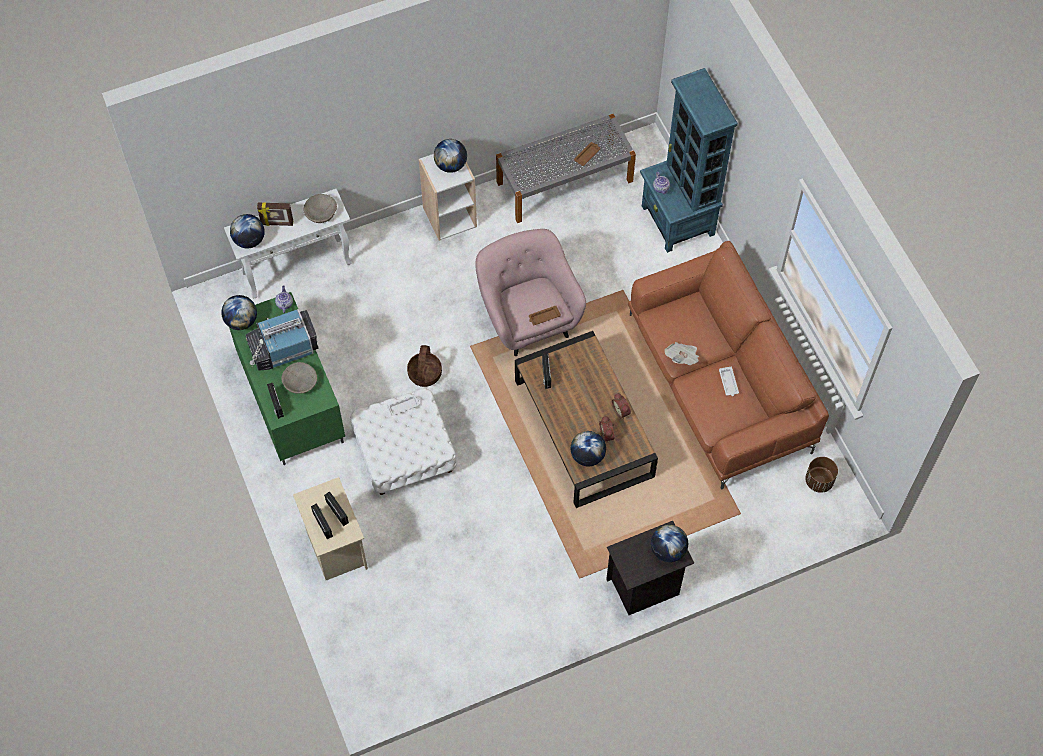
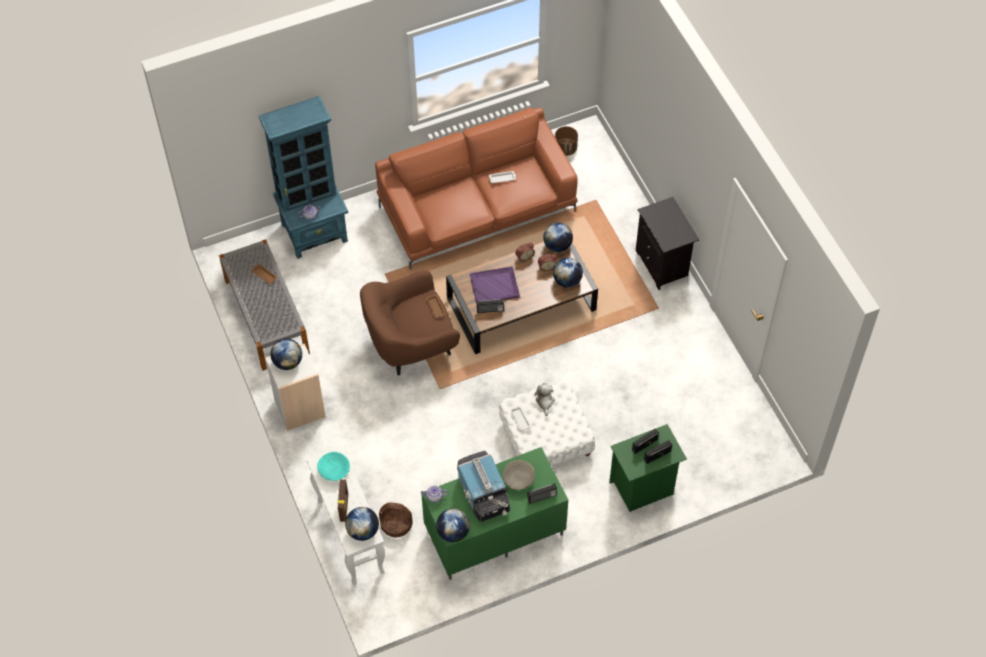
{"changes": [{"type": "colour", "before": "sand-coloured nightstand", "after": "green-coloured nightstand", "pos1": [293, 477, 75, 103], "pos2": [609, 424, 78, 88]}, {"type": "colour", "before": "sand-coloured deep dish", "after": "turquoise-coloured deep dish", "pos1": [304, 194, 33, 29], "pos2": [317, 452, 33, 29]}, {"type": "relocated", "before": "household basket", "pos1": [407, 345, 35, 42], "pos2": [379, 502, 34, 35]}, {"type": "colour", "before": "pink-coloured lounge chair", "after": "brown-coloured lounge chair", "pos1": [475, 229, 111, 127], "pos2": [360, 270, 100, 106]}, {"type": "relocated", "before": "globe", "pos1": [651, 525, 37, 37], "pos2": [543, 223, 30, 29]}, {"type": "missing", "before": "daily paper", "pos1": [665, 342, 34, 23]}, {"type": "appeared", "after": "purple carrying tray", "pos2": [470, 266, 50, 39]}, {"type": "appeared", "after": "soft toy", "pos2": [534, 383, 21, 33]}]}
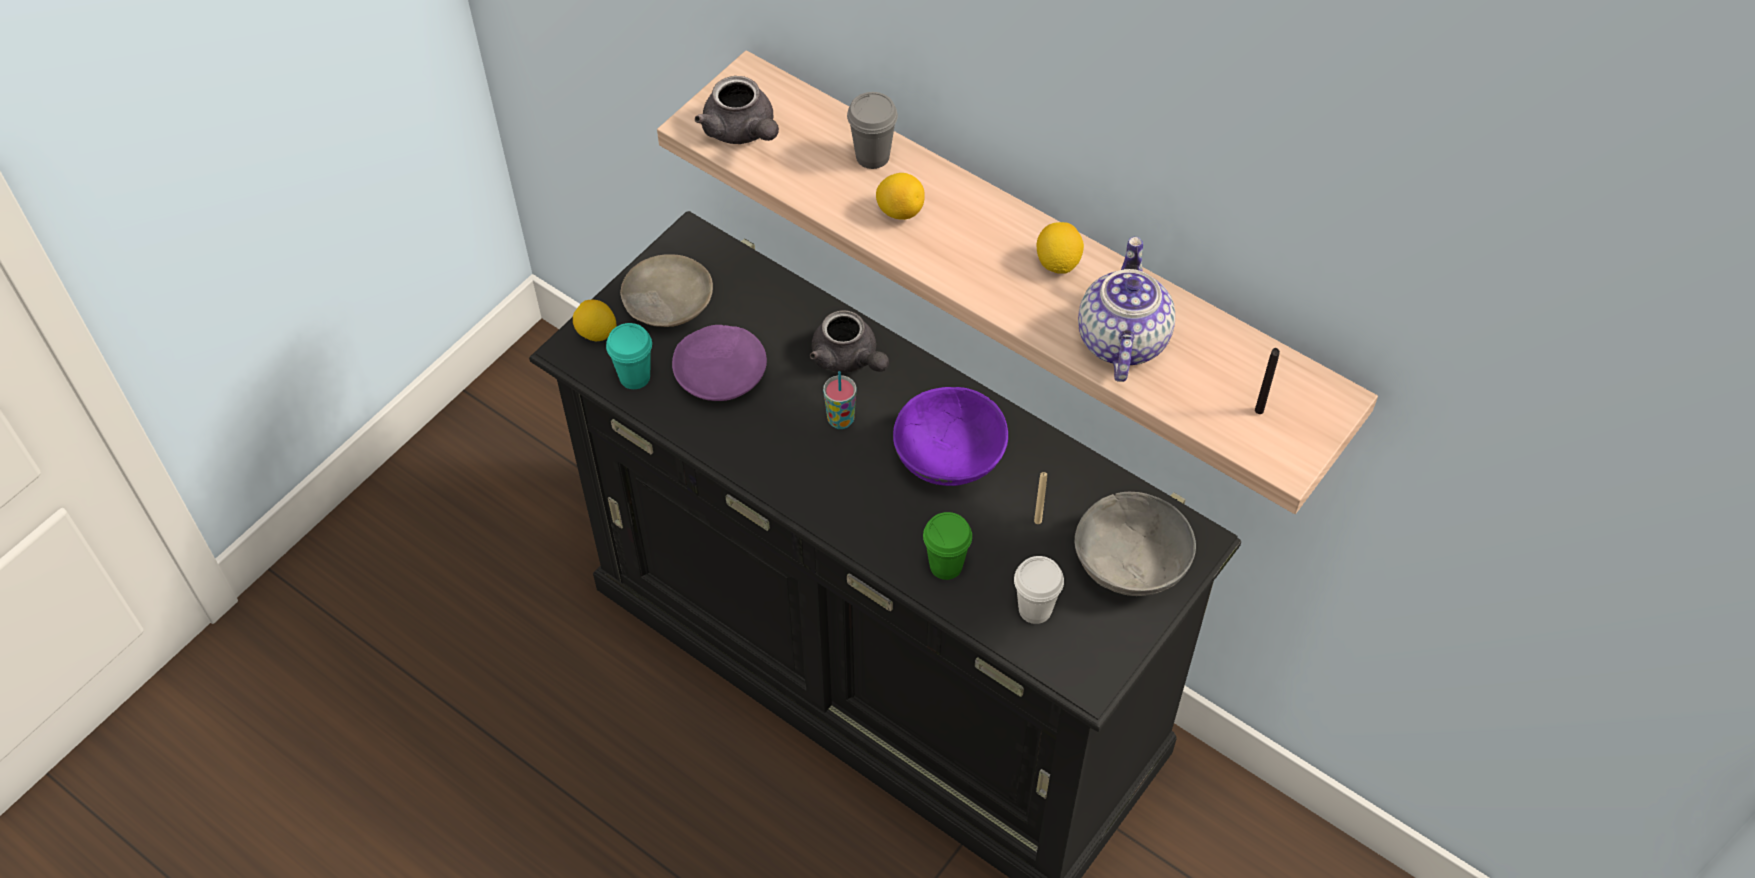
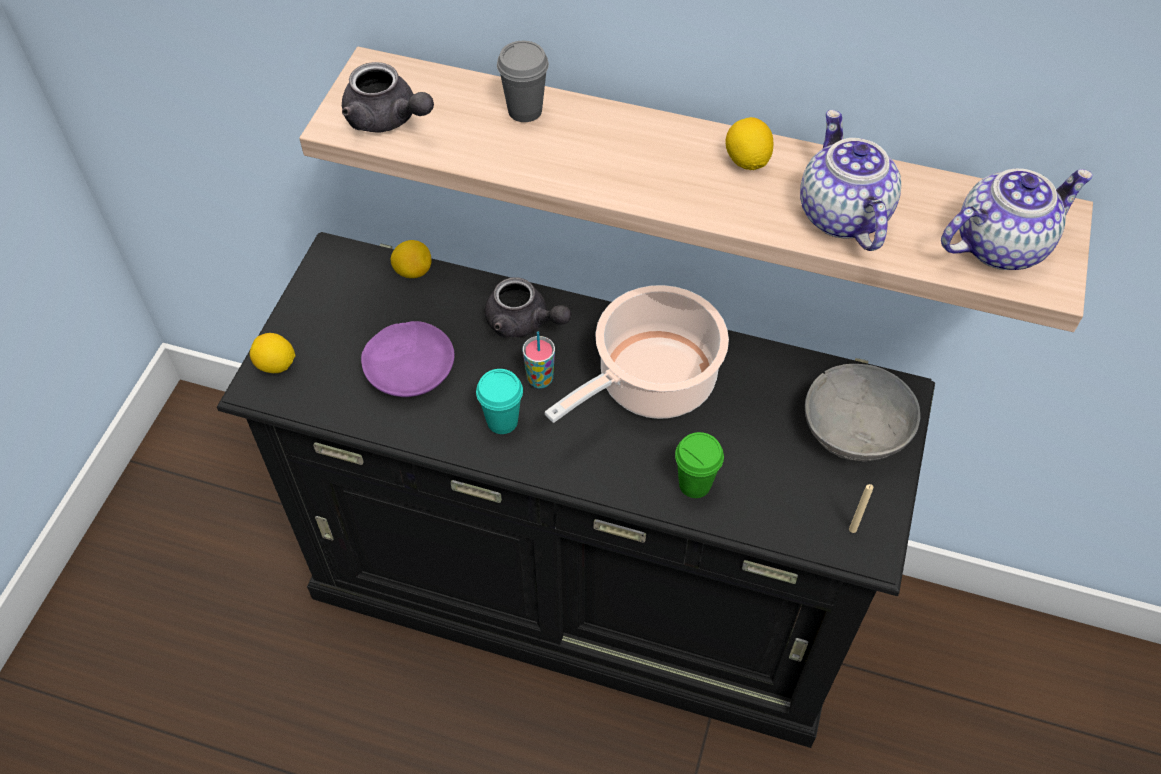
{"changes": [{"type": "relocated", "before": "turquoise-coloured drinking cup", "pos1": [606, 323, 46, 66], "pos2": [476, 369, 47, 65]}, {"type": "missing", "before": "sand-coloured plate", "pos1": [620, 254, 93, 73]}, {"type": "relocated", "before": "lemon", "pos1": [876, 173, 49, 47], "pos2": [391, 240, 40, 38]}, {"type": "exchanged", "before": "purple deep dish", "after": "stockpot", "pos1": [893, 387, 115, 99], "pos2": [545, 285, 184, 138]}, {"type": "missing", "before": "white drinking cup", "pos1": [1014, 556, 50, 68]}, {"type": "relocated", "before": "sand-coloured wax candle", "pos1": [1034, 472, 13, 52], "pos2": [849, 484, 24, 49]}, {"type": "exchanged", "before": "black-coloured wax candle", "after": "pot for tea", "pos1": [1255, 348, 25, 66], "pos2": [941, 168, 152, 102]}]}
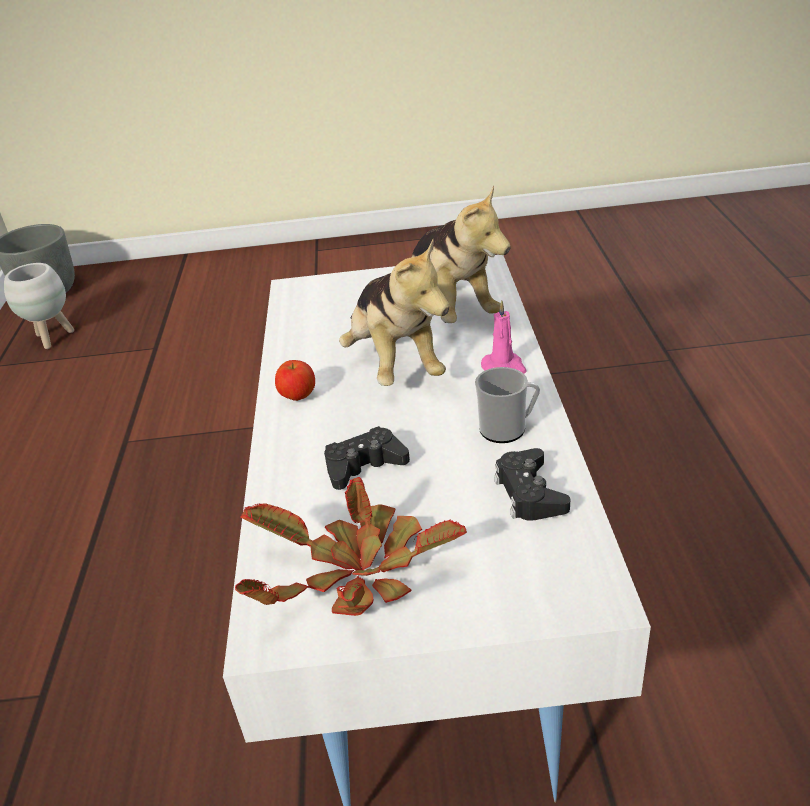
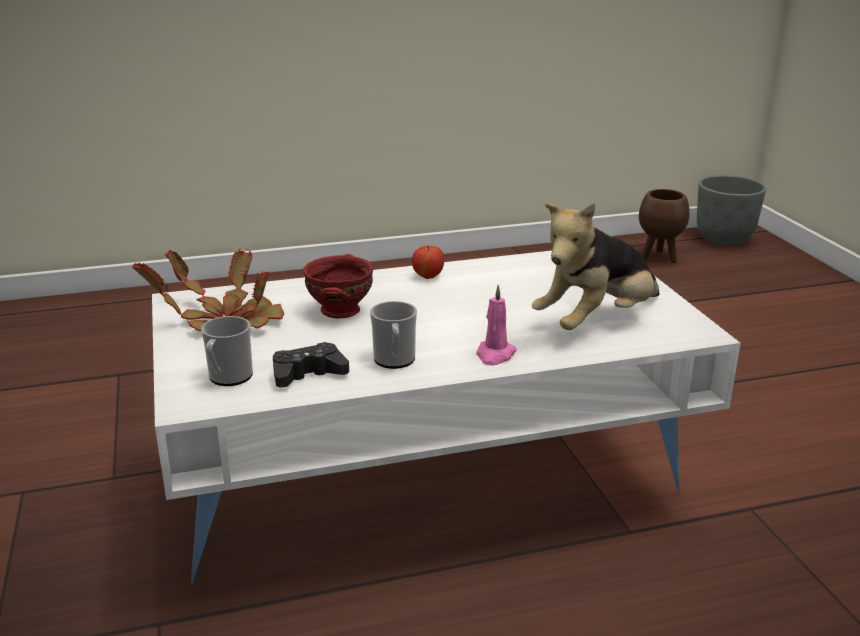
{"changes": [{"type": "colour", "before": "white plant pot", "after": "brown-coloured plant pot", "pos1": [4, 263, 70, 86], "pos2": [639, 189, 51, 74]}, {"type": "exchanged", "before": "black-coloured joypad", "after": "red deep dish", "pos1": [324, 426, 86, 64], "pos2": [303, 254, 70, 64]}, {"type": "missing", "before": "soft toy", "pos1": [339, 239, 110, 147]}, {"type": "appeared", "after": "tea mug", "pos2": [201, 316, 52, 70]}]}
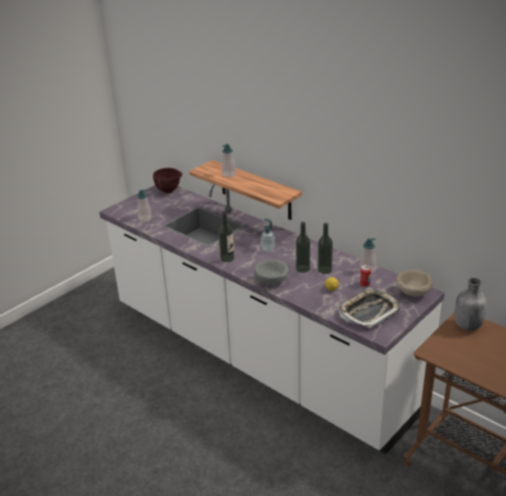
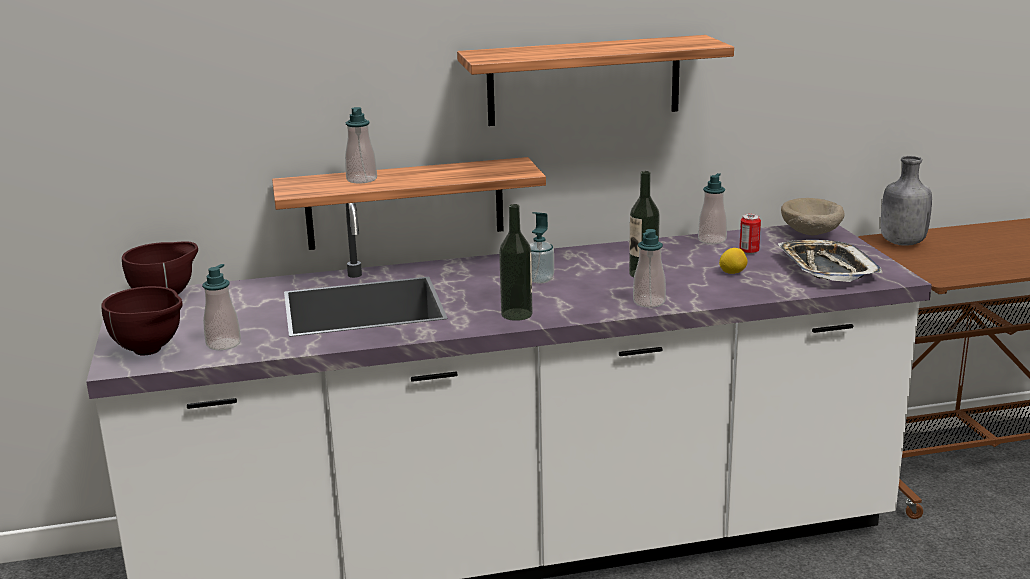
{"changes": [{"type": "exchanged", "before": "gray deep dish", "after": "liquid soap bottle", "pos1": [254, 259, 35, 25], "pos2": [633, 229, 33, 79]}, {"type": "missing", "before": "bottle", "pos1": [318, 223, 15, 51]}, {"type": "appeared", "after": "brown-coloured deep dish", "pos2": [102, 286, 81, 69]}, {"type": "appeared", "after": "wall shelf", "pos2": [457, 35, 277, 91]}]}
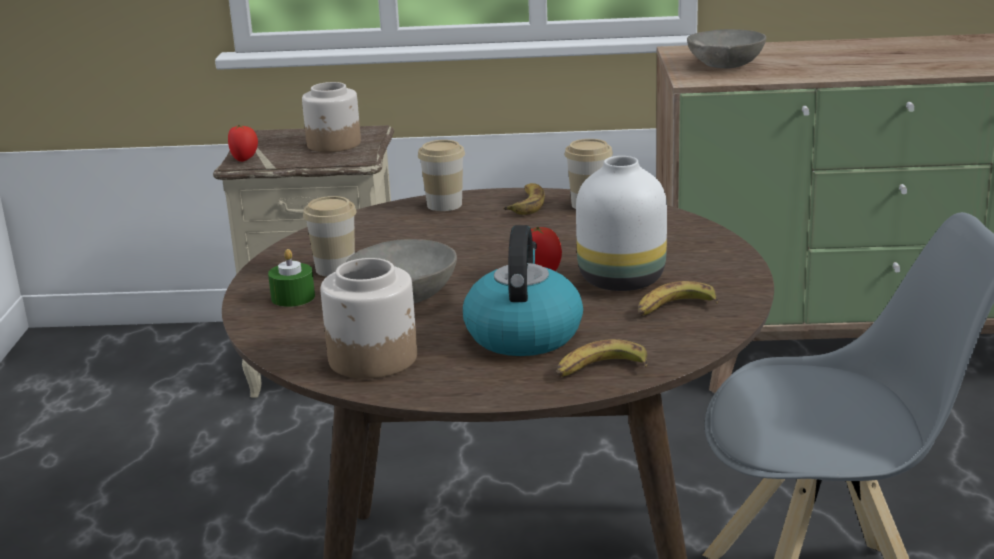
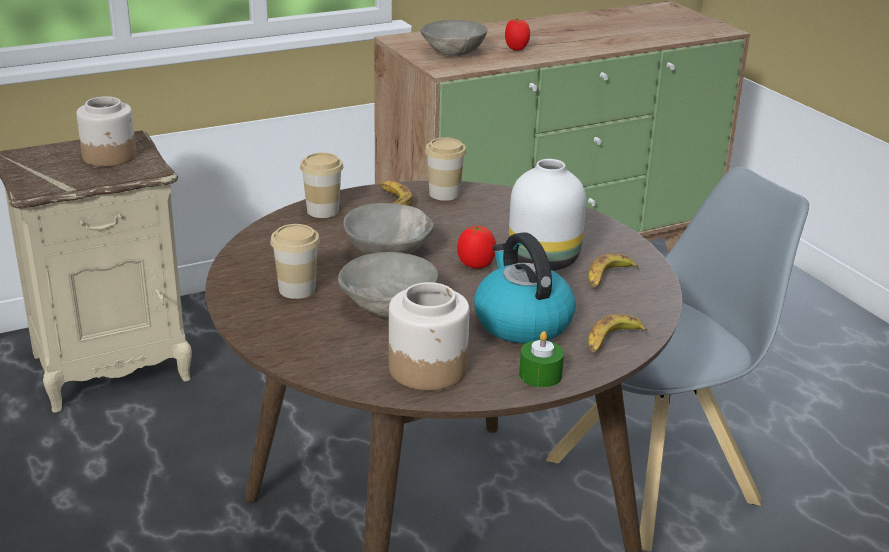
{"changes": [{"type": "relocated", "before": "fresh tomato", "pos1": [228, 125, 30, 37], "pos2": [505, 18, 25, 33]}, {"type": "relocated", "before": "green-coloured wax candle", "pos1": [268, 249, 47, 58], "pos2": [519, 331, 45, 57]}, {"type": "appeared", "after": "gray deep dish", "pos2": [344, 203, 90, 52]}]}
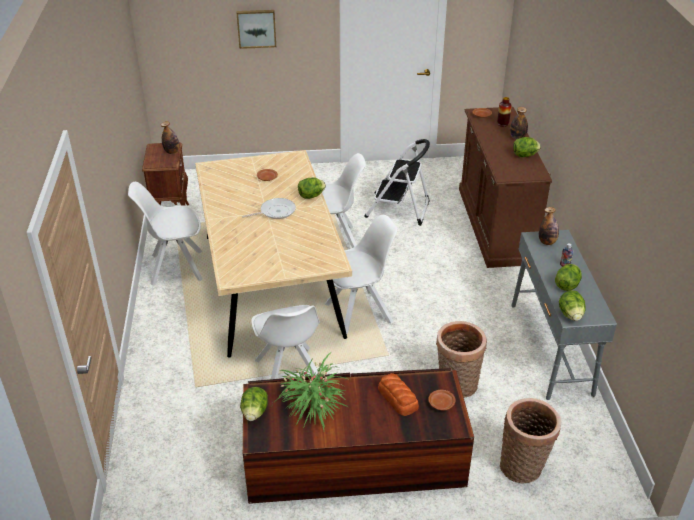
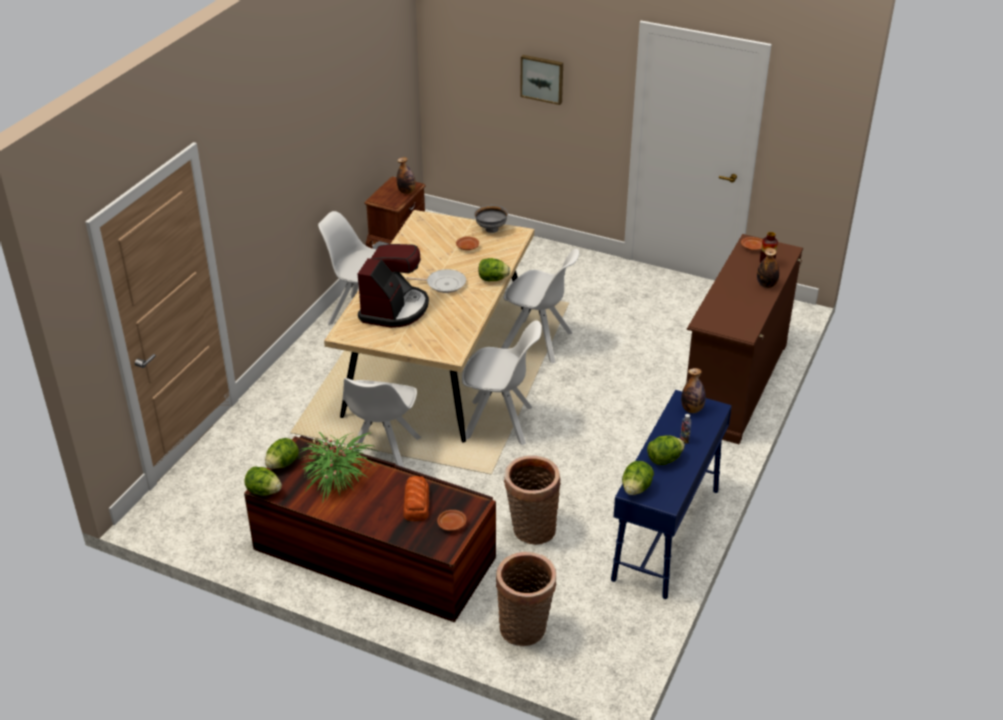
{"changes": [{"type": "missing", "before": "step stool", "pos1": [364, 139, 66, 87]}, {"type": "colour", "before": "gray hall table", "after": "blue hall table", "pos1": [511, 230, 106, 170], "pos2": [611, 390, 121, 209]}, {"type": "relocated", "before": "lettuce head", "pos1": [513, 137, 28, 20], "pos2": [244, 467, 38, 29]}, {"type": "appeared", "after": "coffee brewer", "pos2": [357, 244, 72, 84]}, {"type": "appeared", "after": "gray deep dish", "pos2": [474, 205, 34, 28]}]}
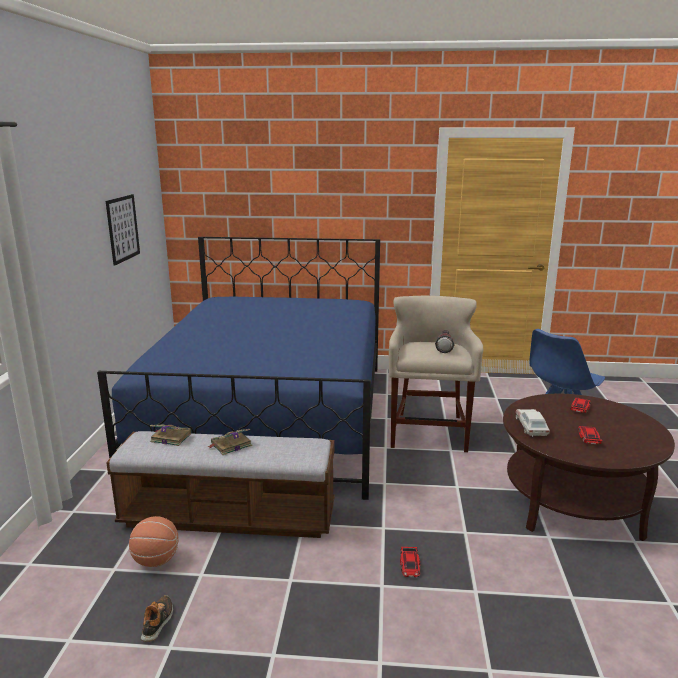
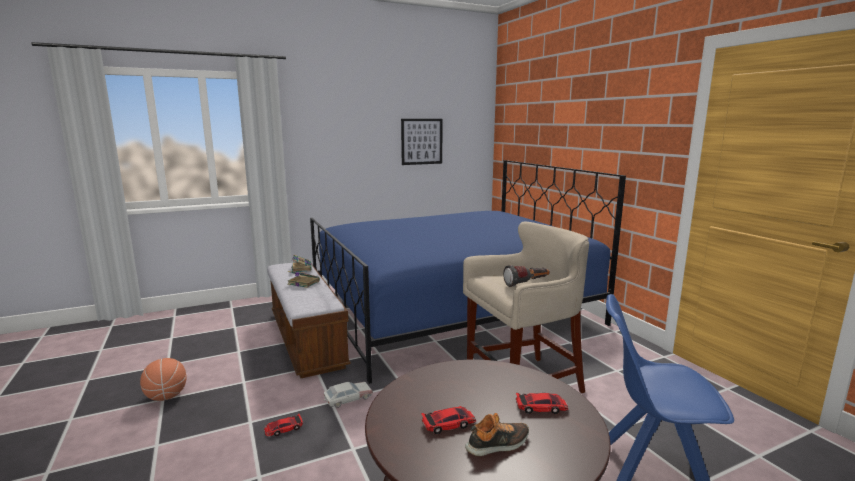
{"changes": [{"type": "relocated", "before": "basketball", "pos1": [129, 516, 50, 51], "pos2": [140, 358, 47, 43]}, {"type": "relocated", "before": "shoe", "pos1": [141, 595, 32, 47], "pos2": [465, 413, 64, 43]}, {"type": "relocated", "before": "miniature car", "pos1": [516, 409, 34, 28], "pos2": [323, 382, 50, 26]}]}
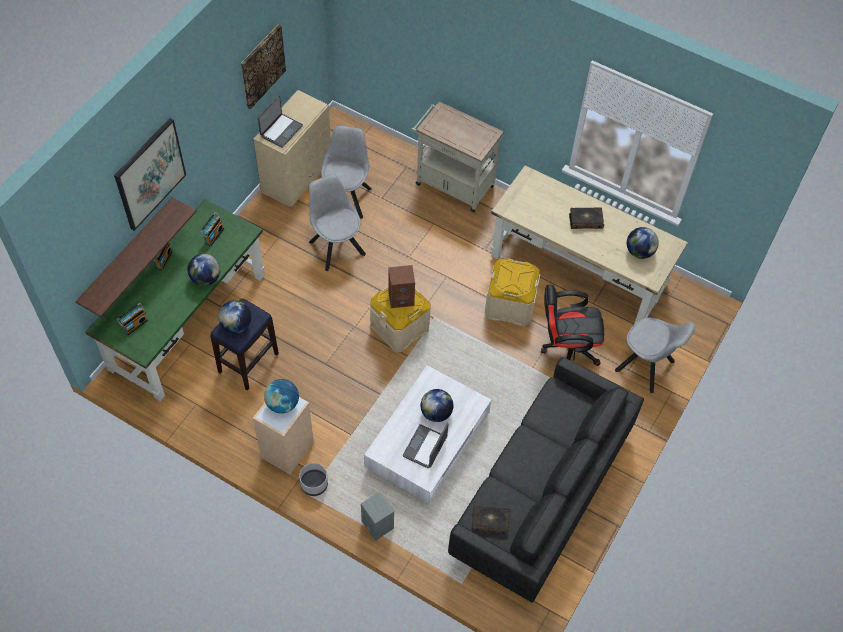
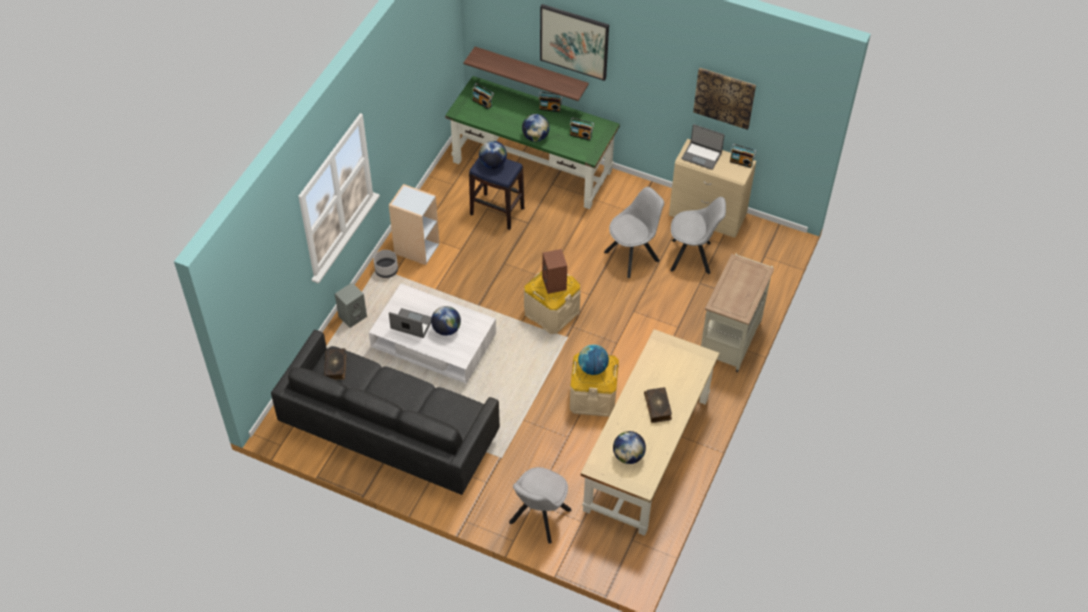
{"changes": [{"type": "relocated", "before": "globe", "pos1": [264, 379, 35, 35], "pos2": [578, 344, 31, 31]}, {"type": "missing", "before": "black-coloured office chair", "pos1": [541, 284, 64, 82]}, {"type": "appeared", "after": "radio receiver", "pos2": [730, 144, 26, 24]}]}
